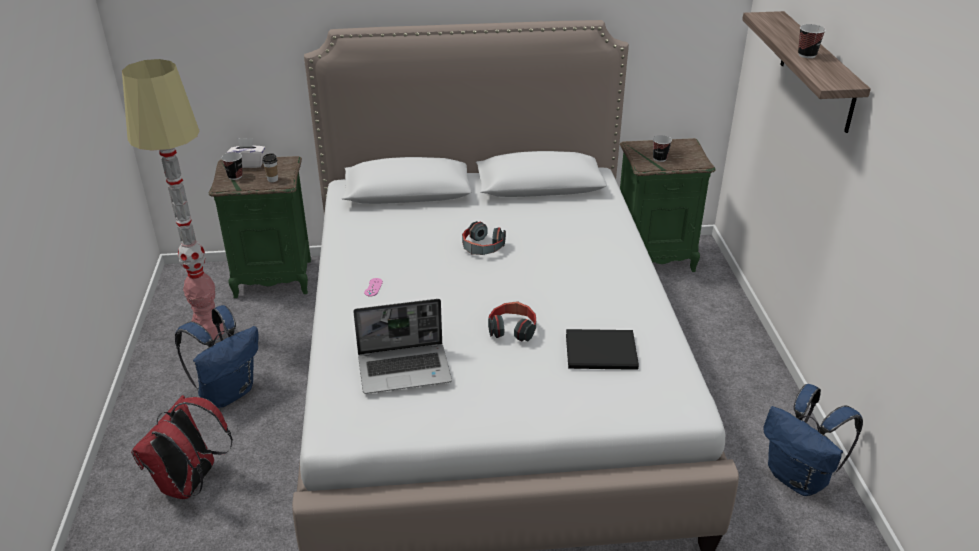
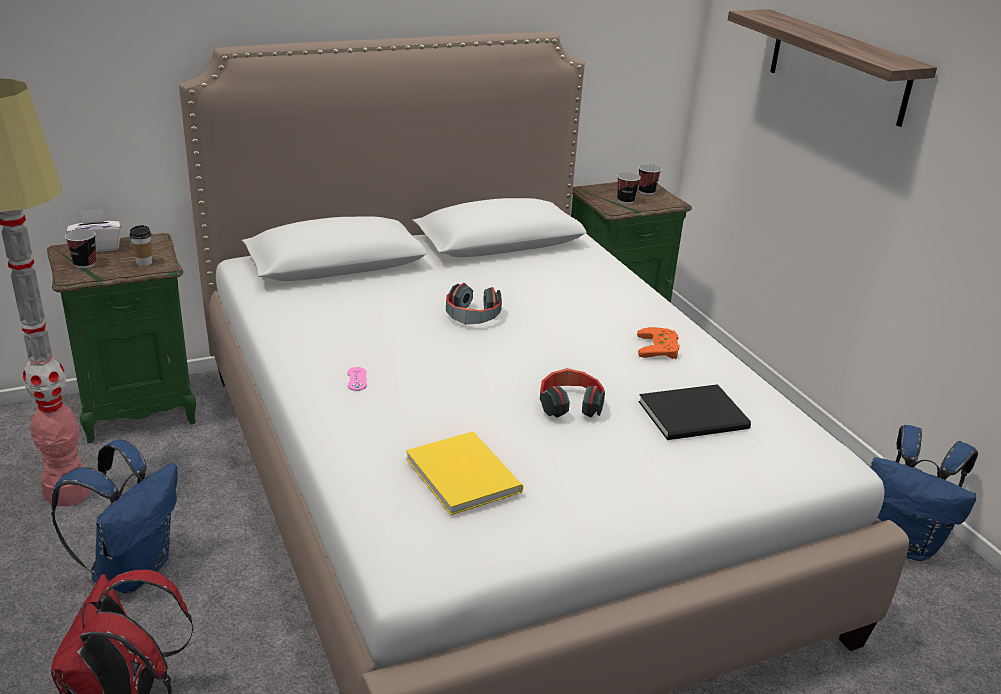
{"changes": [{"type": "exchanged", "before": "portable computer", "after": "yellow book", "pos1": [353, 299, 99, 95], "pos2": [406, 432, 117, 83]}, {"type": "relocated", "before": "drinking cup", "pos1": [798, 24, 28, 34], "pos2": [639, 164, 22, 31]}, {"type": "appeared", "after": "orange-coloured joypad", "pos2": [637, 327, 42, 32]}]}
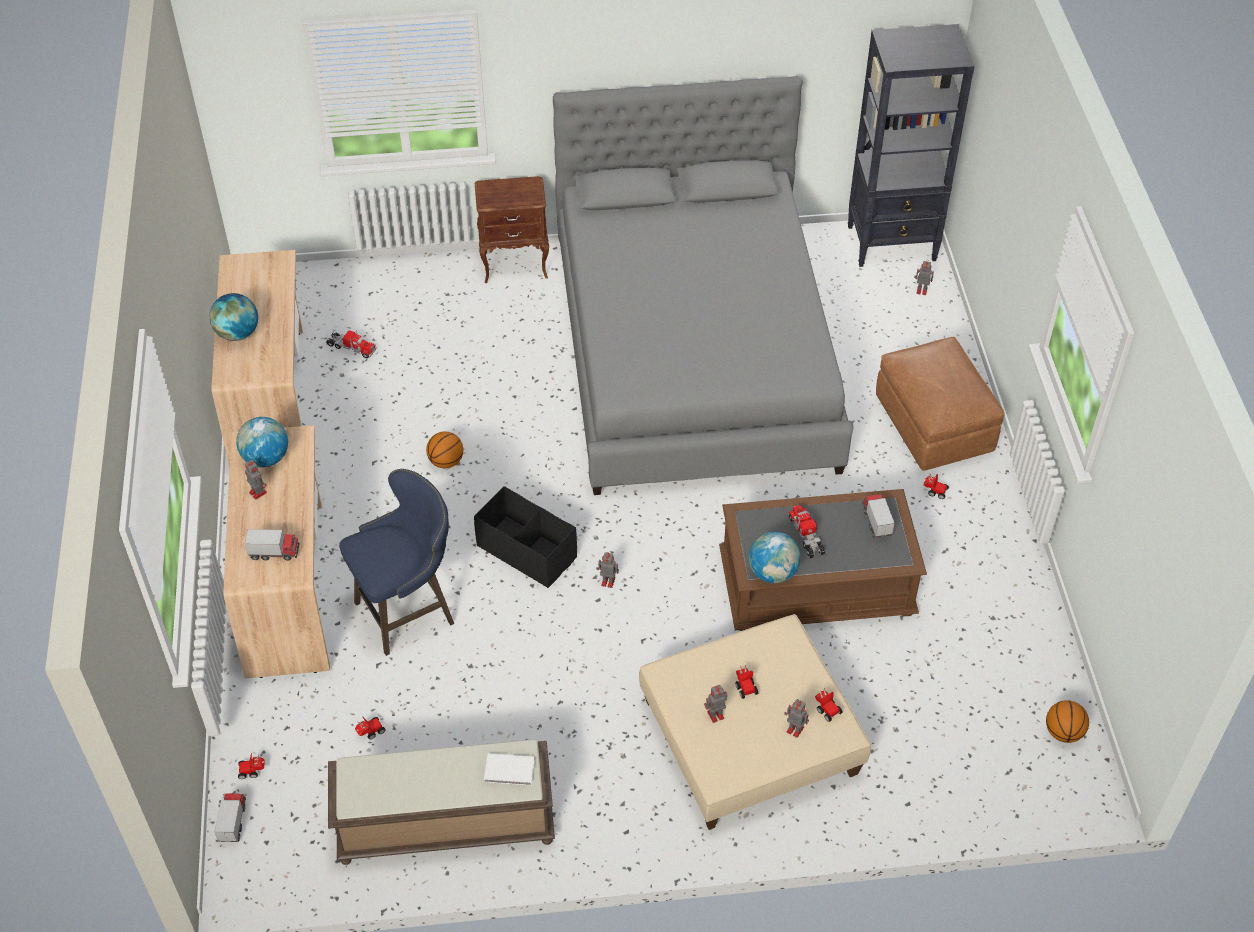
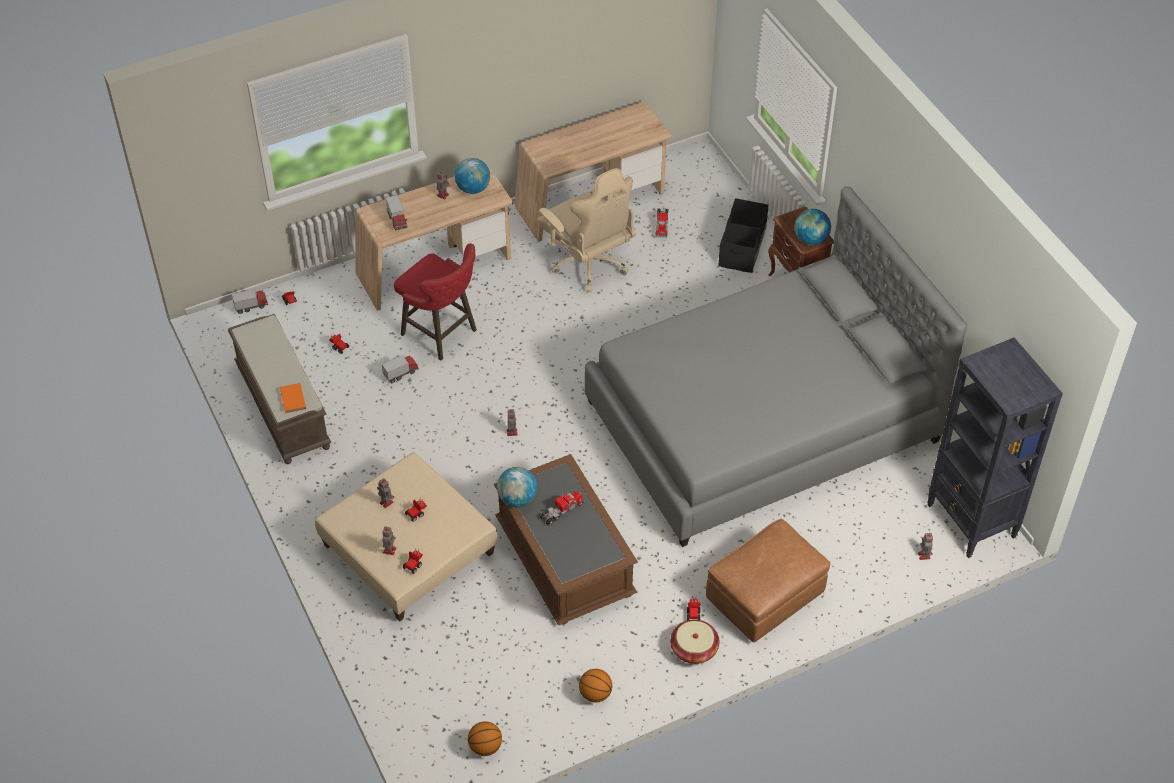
{"changes": [{"type": "relocated", "before": "globe", "pos1": [209, 293, 49, 48], "pos2": [794, 209, 37, 36]}, {"type": "colour", "before": "blue stool seat", "after": "red stool seat", "pos1": [339, 469, 115, 187], "pos2": [394, 243, 83, 117]}, {"type": "relocated", "before": "basketball", "pos1": [426, 431, 37, 37], "pos2": [579, 669, 33, 34]}, {"type": "relocated", "before": "black-coloured storage bin", "pos1": [474, 486, 103, 102], "pos2": [718, 198, 50, 75]}, {"type": "colour", "before": "white book", "after": "orange-coloured book", "pos1": [484, 753, 51, 33], "pos2": [280, 383, 26, 30]}, {"type": "relocated", "before": "toy lorry", "pos1": [862, 494, 33, 44], "pos2": [382, 355, 37, 28]}, {"type": "appeared", "after": "sand-coloured office chair", "pos2": [537, 168, 99, 124]}, {"type": "appeared", "after": "household basket", "pos2": [670, 619, 49, 45]}]}
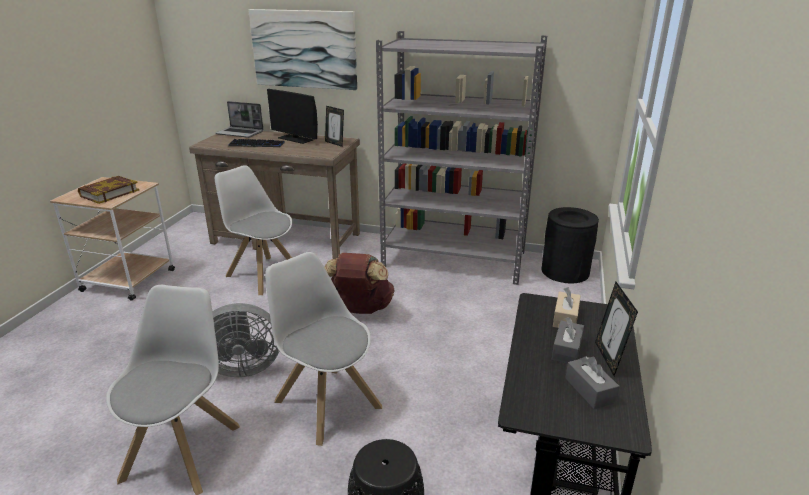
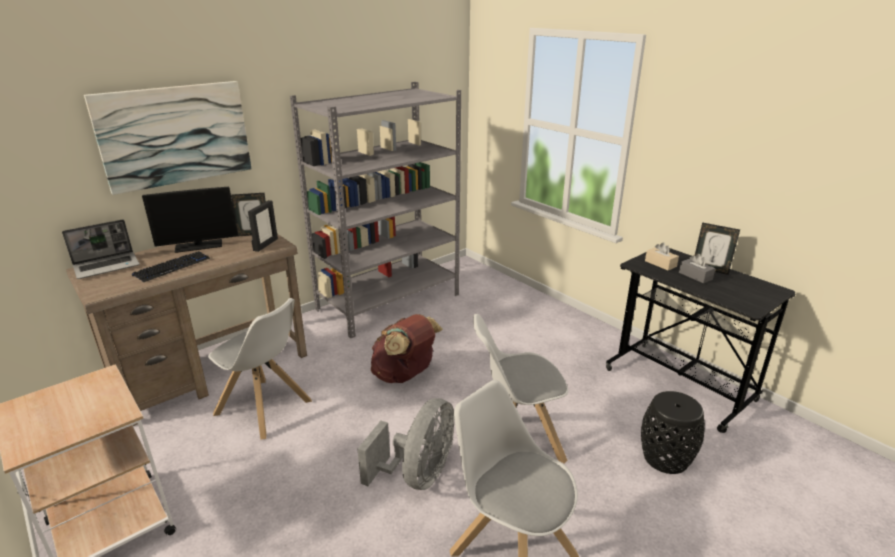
{"changes": [{"type": "missing", "before": "book", "pos1": [78, 176, 61, 28]}, {"type": "spun", "before": "upright chair", "pos1": [215, 165, 77, 130], "pos2": [208, 298, 104, 142], "turn": -135}, {"type": "missing", "before": "black-coloured waste bin", "pos1": [542, 207, 57, 76]}, {"type": "missing", "before": "gray tissue holder", "pos1": [566, 356, 54, 53]}, {"type": "appeared", "after": "standing frame", "pos2": [248, 200, 30, 52]}]}
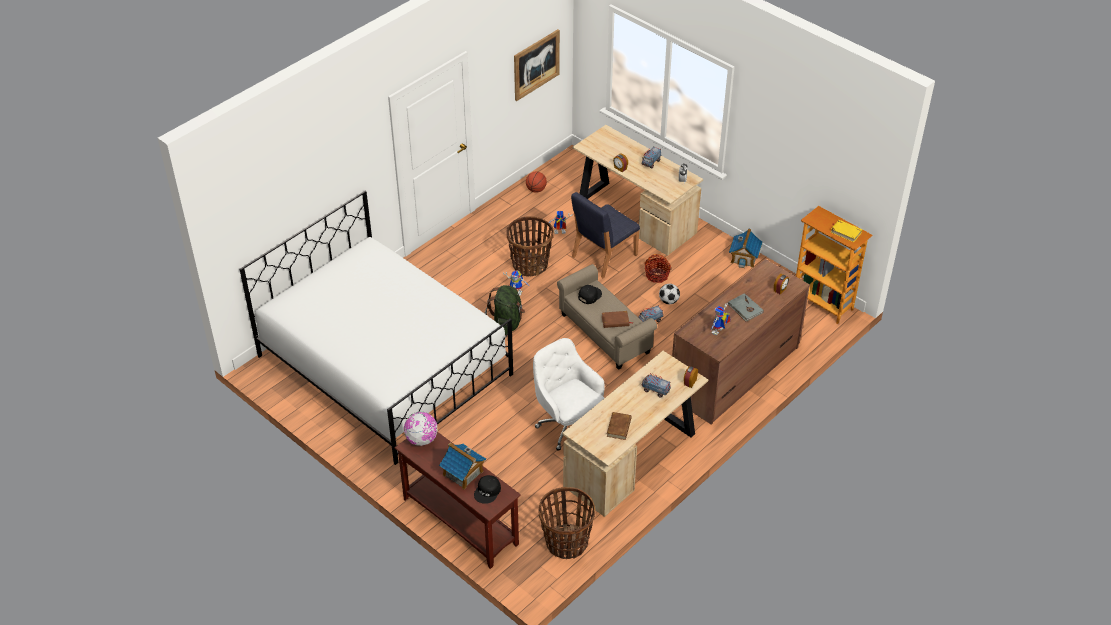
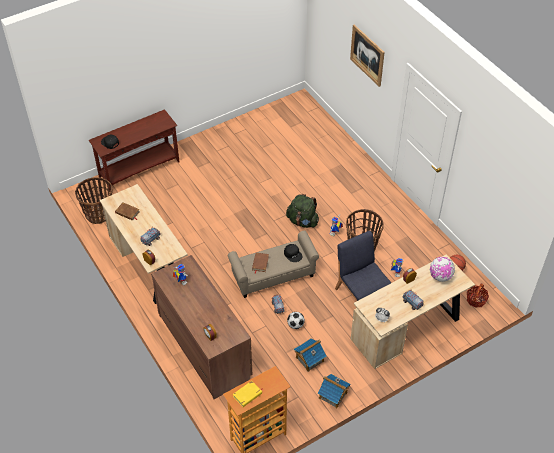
{"changes": [{"type": "missing", "before": "white sleeping bed", "pos1": [240, 191, 273, 274]}, {"type": "relocated", "before": "globe", "pos1": [404, 412, 34, 34], "pos2": [430, 257, 25, 25]}, {"type": "relocated", "before": "toy house", "pos1": [439, 442, 47, 47], "pos2": [294, 339, 32, 33]}, {"type": "relocated", "before": "wall art", "pos1": [514, 29, 46, 72], "pos2": [350, 25, 35, 62]}, {"type": "missing", "before": "white office chair", "pos1": [533, 338, 71, 113]}, {"type": "relocated", "before": "household basket", "pos1": [644, 254, 27, 29], "pos2": [467, 283, 22, 25]}, {"type": "missing", "before": "gray book", "pos1": [728, 293, 36, 28]}]}
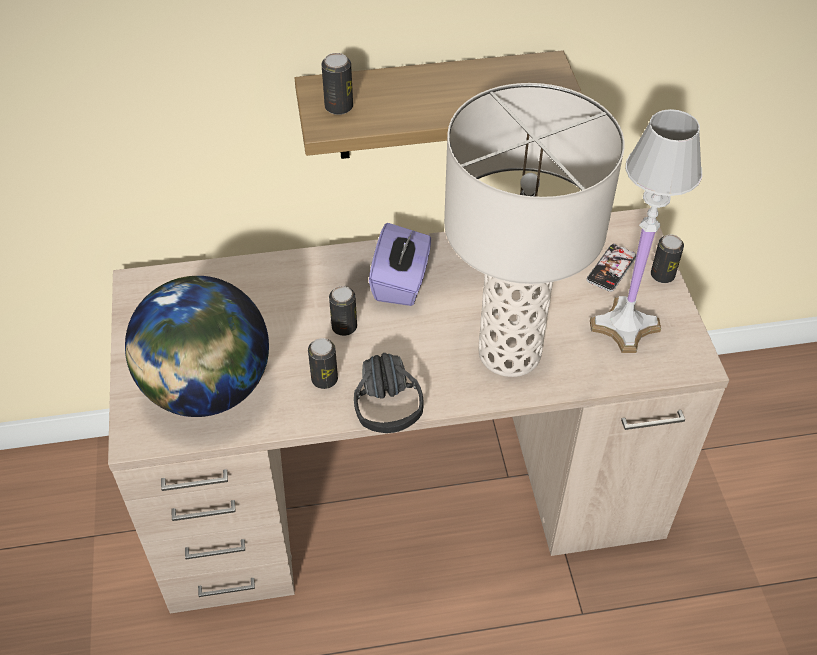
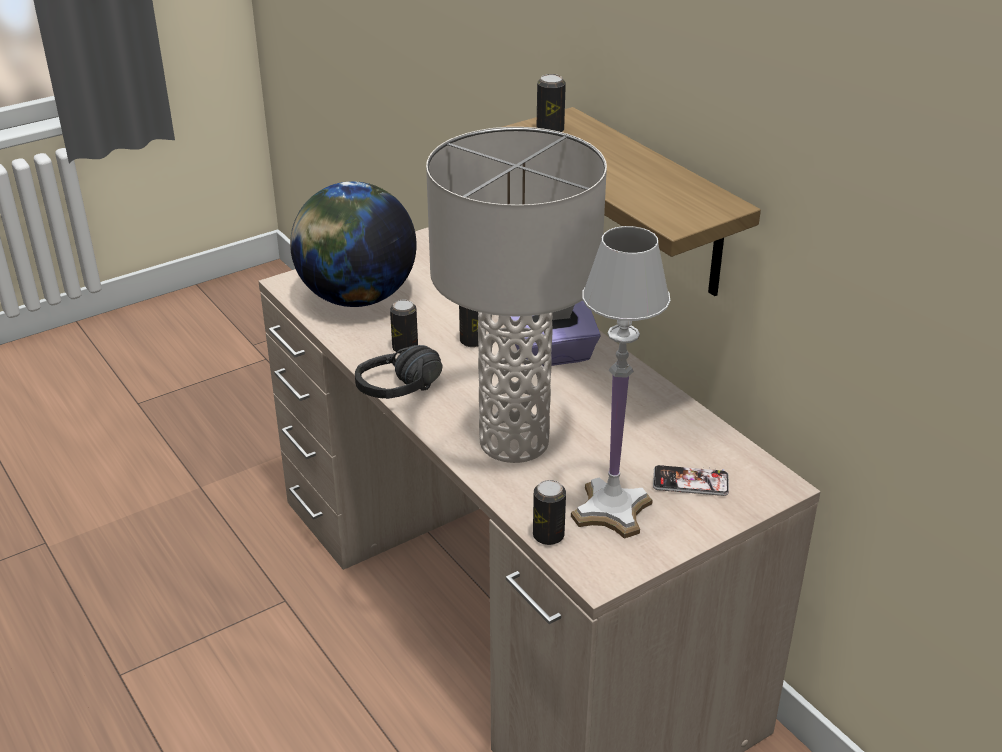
{"changes": [{"type": "relocated", "before": "can", "pos1": [651, 234, 33, 49], "pos2": [533, 480, 33, 65]}]}
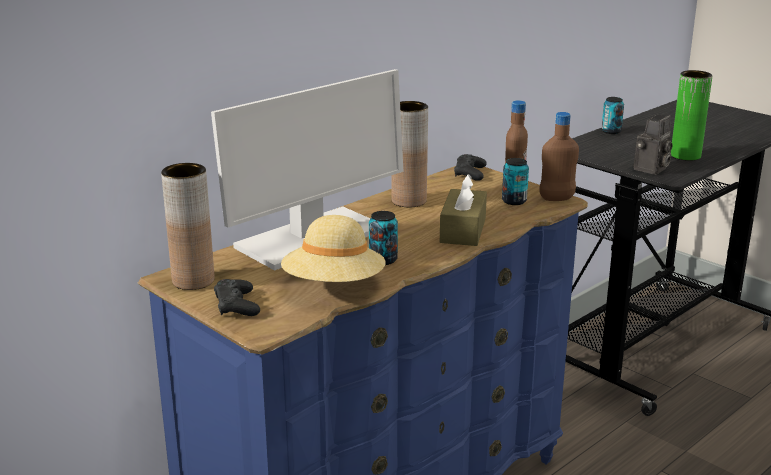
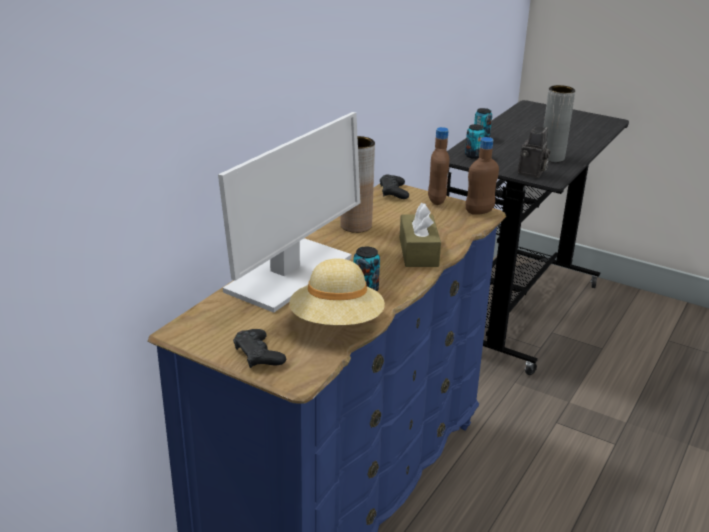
{"changes": [{"type": "missing", "before": "brown-coloured vase", "pos1": [161, 163, 53, 127]}, {"type": "relocated", "before": "can", "pos1": [502, 158, 27, 47], "pos2": [465, 124, 20, 35]}, {"type": "colour", "before": "green-coloured vase", "after": "gray vase", "pos1": [671, 70, 41, 91], "pos2": [543, 85, 32, 77]}]}
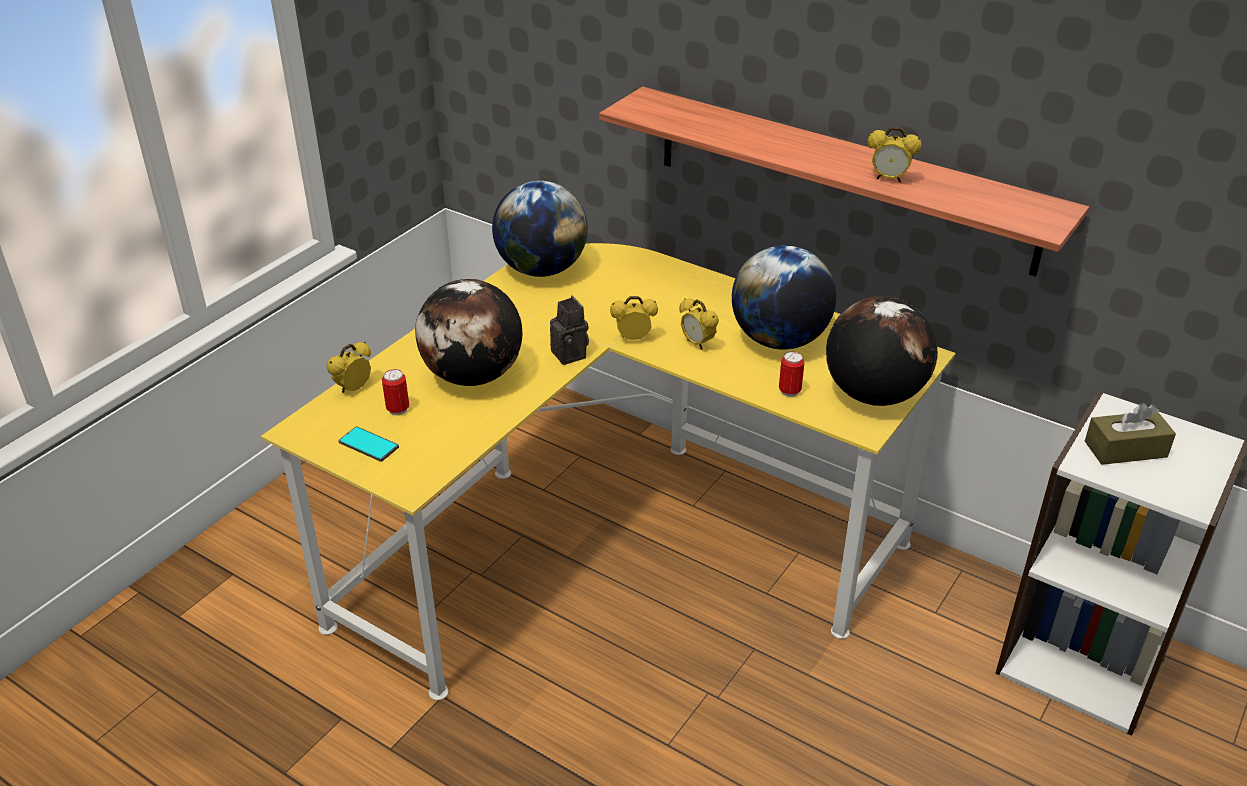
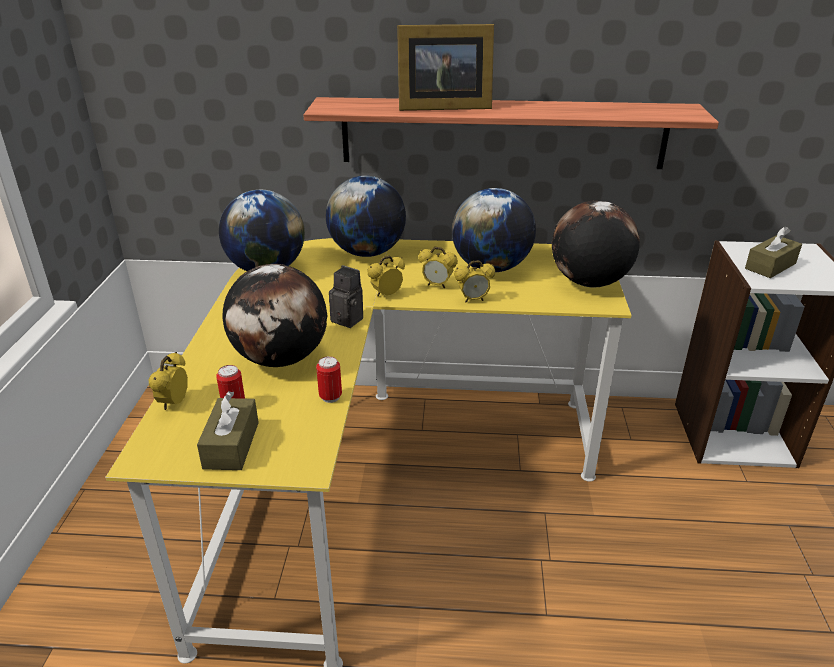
{"changes": [{"type": "exchanged", "before": "telephone", "after": "brown-coloured tissue holder", "pos1": [338, 426, 61, 36], "pos2": [197, 391, 62, 79]}, {"type": "relocated", "before": "can", "pos1": [779, 351, 26, 46], "pos2": [316, 356, 26, 47]}, {"type": "relocated", "before": "alarm clock", "pos1": [867, 127, 55, 56], "pos2": [454, 260, 41, 43]}, {"type": "appeared", "after": "globe", "pos2": [326, 176, 80, 81]}, {"type": "appeared", "after": "standing frame", "pos2": [397, 24, 97, 87]}]}
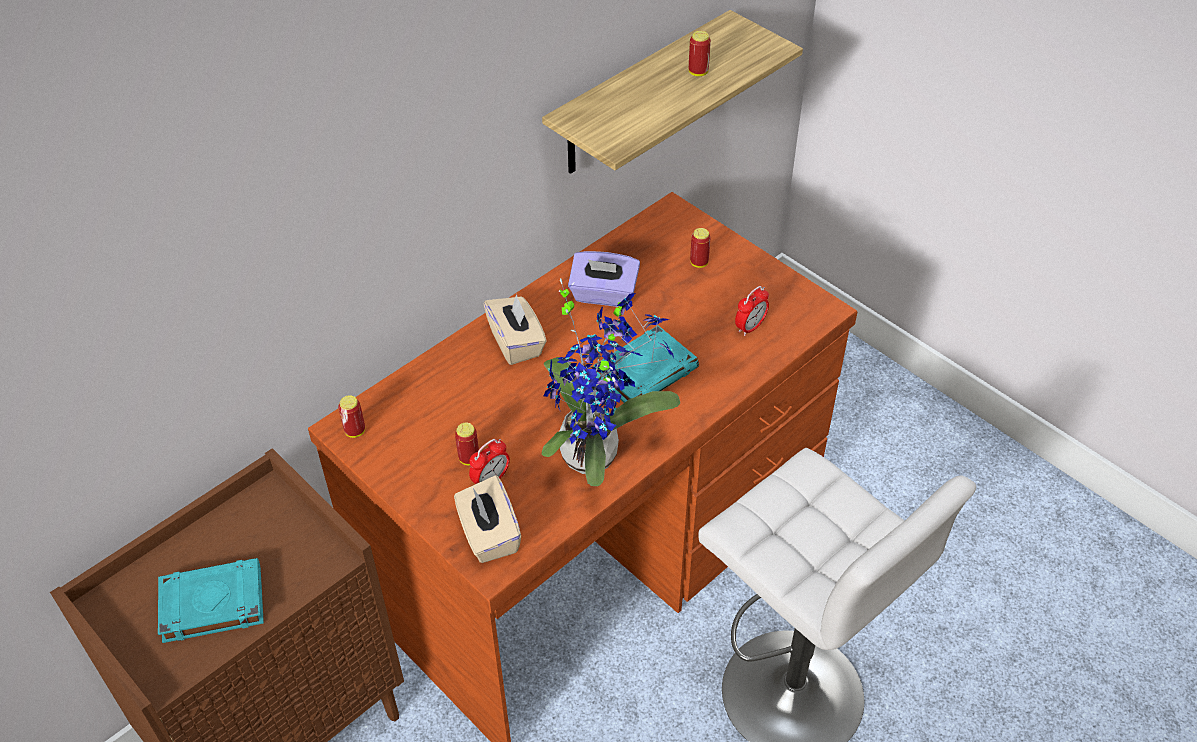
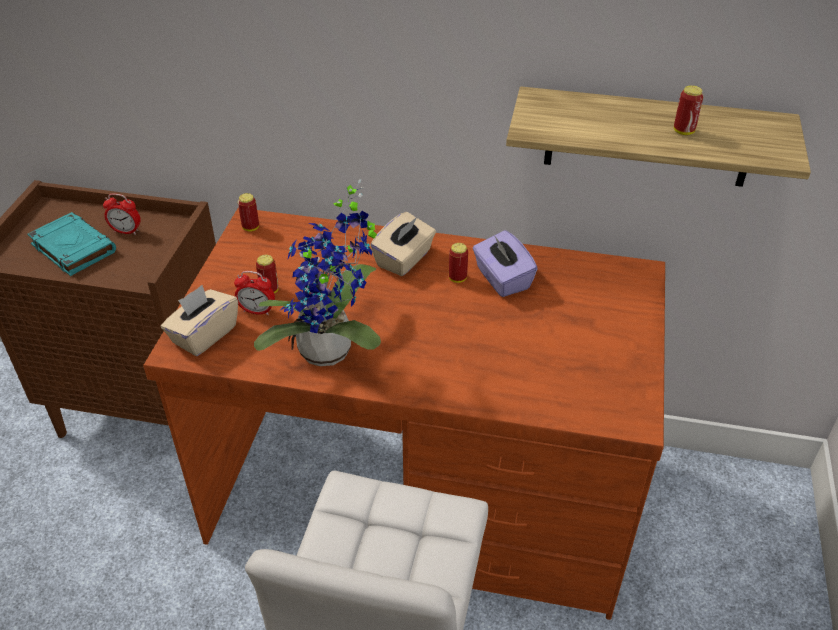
{"changes": [{"type": "missing", "before": "turquoise-coloured book", "pos1": [593, 326, 106, 77]}, {"type": "relocated", "before": "can", "pos1": [690, 228, 21, 40], "pos2": [449, 243, 19, 40]}, {"type": "relocated", "before": "alarm clock", "pos1": [735, 286, 34, 50], "pos2": [103, 193, 38, 42]}]}
